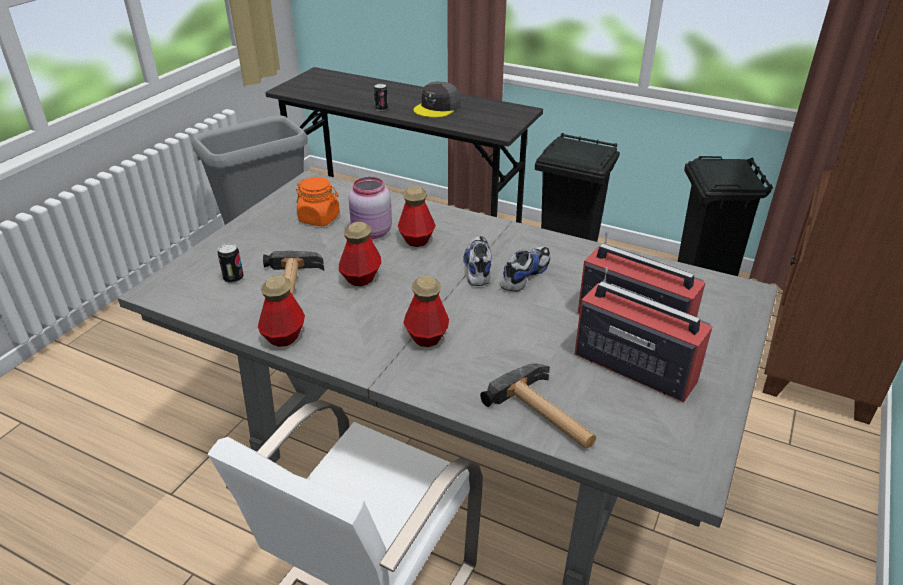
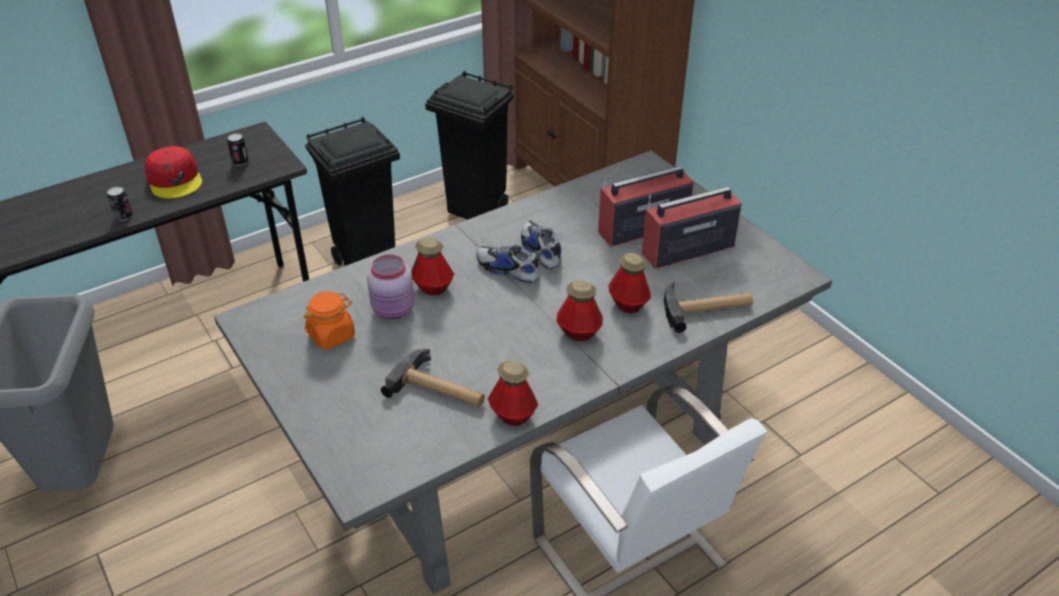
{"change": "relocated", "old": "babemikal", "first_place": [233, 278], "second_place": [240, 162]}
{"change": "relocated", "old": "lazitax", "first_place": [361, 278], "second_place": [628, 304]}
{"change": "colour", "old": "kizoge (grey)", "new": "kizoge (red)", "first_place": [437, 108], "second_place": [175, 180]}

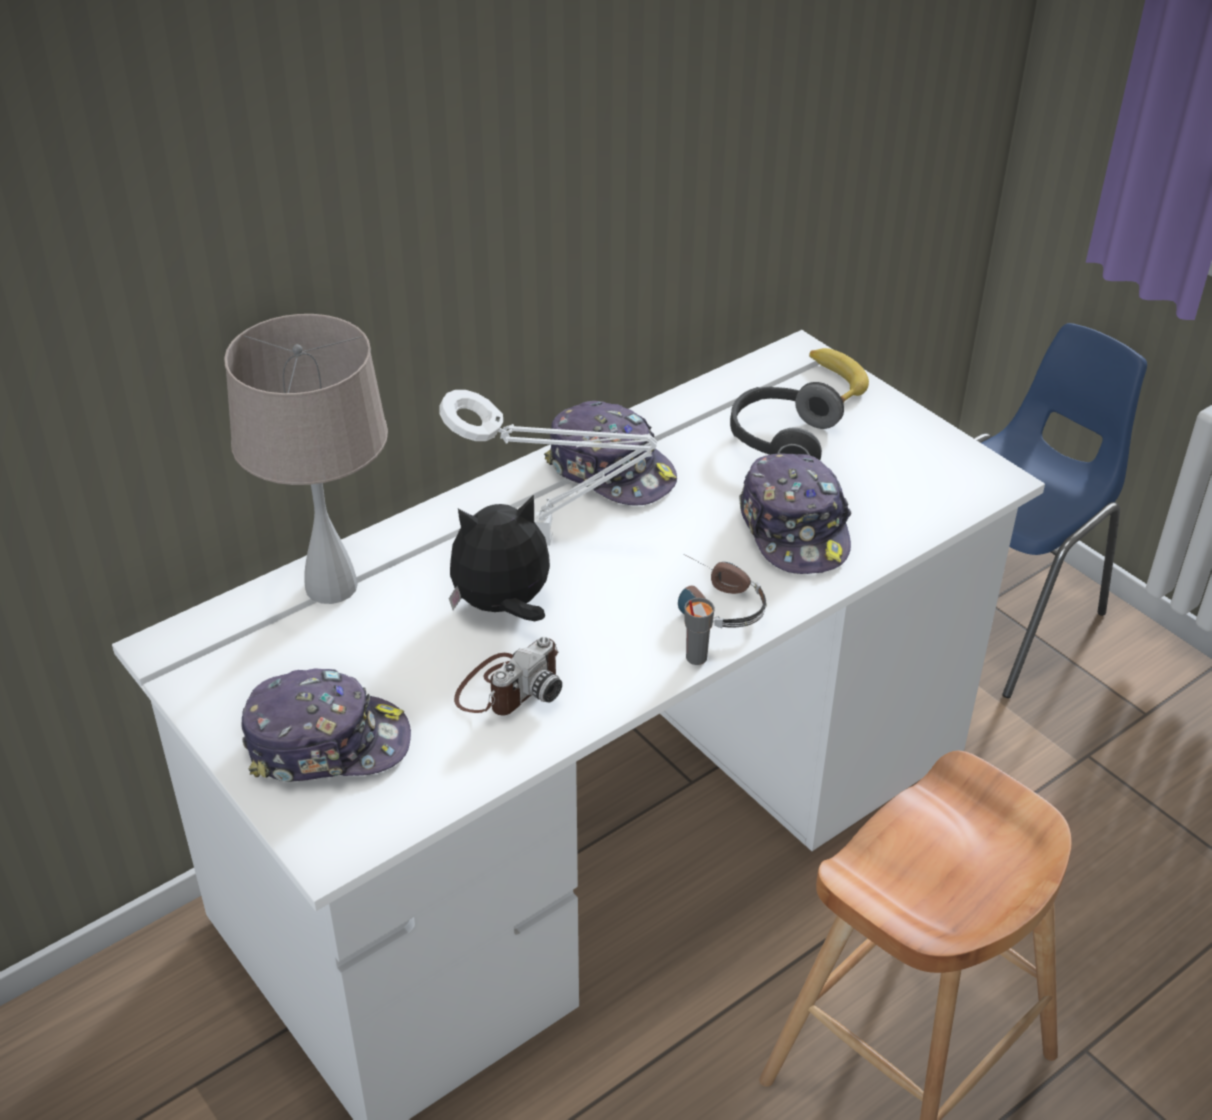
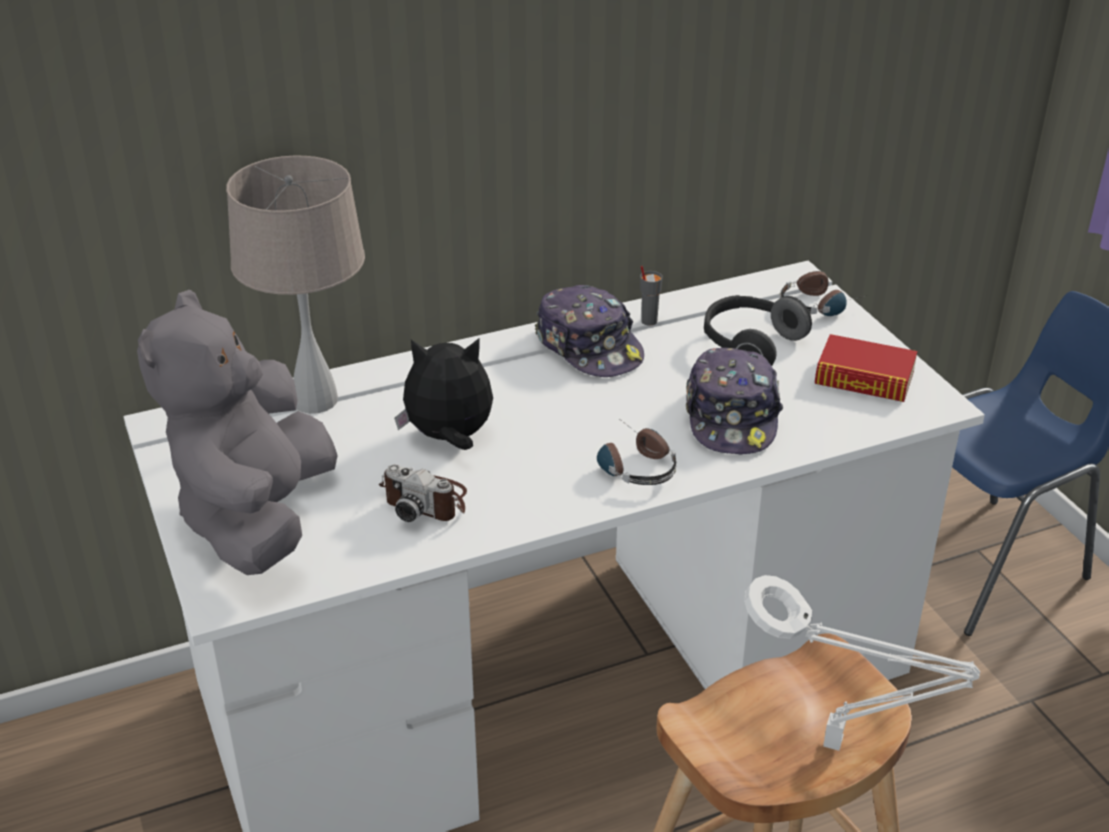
{"change": "appeared", "new": "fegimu", "second_place": [864, 378]}
{"change": "relocated", "old": "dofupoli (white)", "first_place": [550, 542], "second_place": [840, 745]}
{"change": "relocated", "old": "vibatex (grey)", "first_place": [695, 657], "second_place": [648, 321]}
{"change": "exchanged", "old": "kizoge", "new": "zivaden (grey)", "first_place": [327, 743], "second_place": [257, 518]}
{"change": "exchanged", "old": "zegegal", "new": "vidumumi", "first_place": [835, 380], "second_place": [821, 304]}
{"change": "spun", "old": "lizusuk", "first_place": [508, 687], "second_place": [426, 500], "degrees": 60}

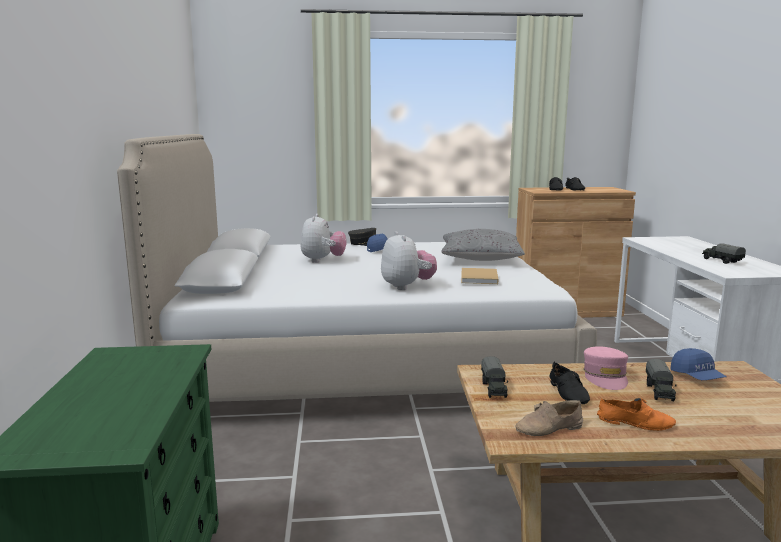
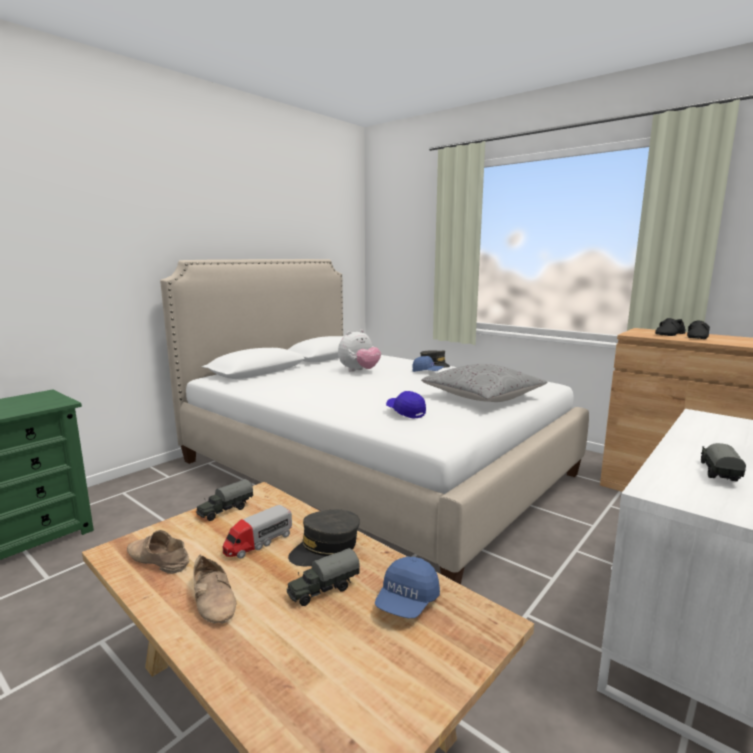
{"change": "missing", "old": "zivaden", "first_place": [407, 287]}
{"change": "exchanged", "old": "fegimu (beige)", "new": "kizoge (blue)", "first_place": [479, 278], "second_place": [405, 412]}
{"change": "exchanged", "old": "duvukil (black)", "new": "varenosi", "first_place": [569, 392], "second_place": [258, 543]}
{"change": "colour", "old": "kizoge (pink)", "new": "kizoge (grey)", "first_place": [605, 377], "second_place": [326, 548]}
{"change": "colour", "old": "duvukil (orange)", "new": "duvukil (beige)", "first_place": [635, 422], "second_place": [215, 598]}

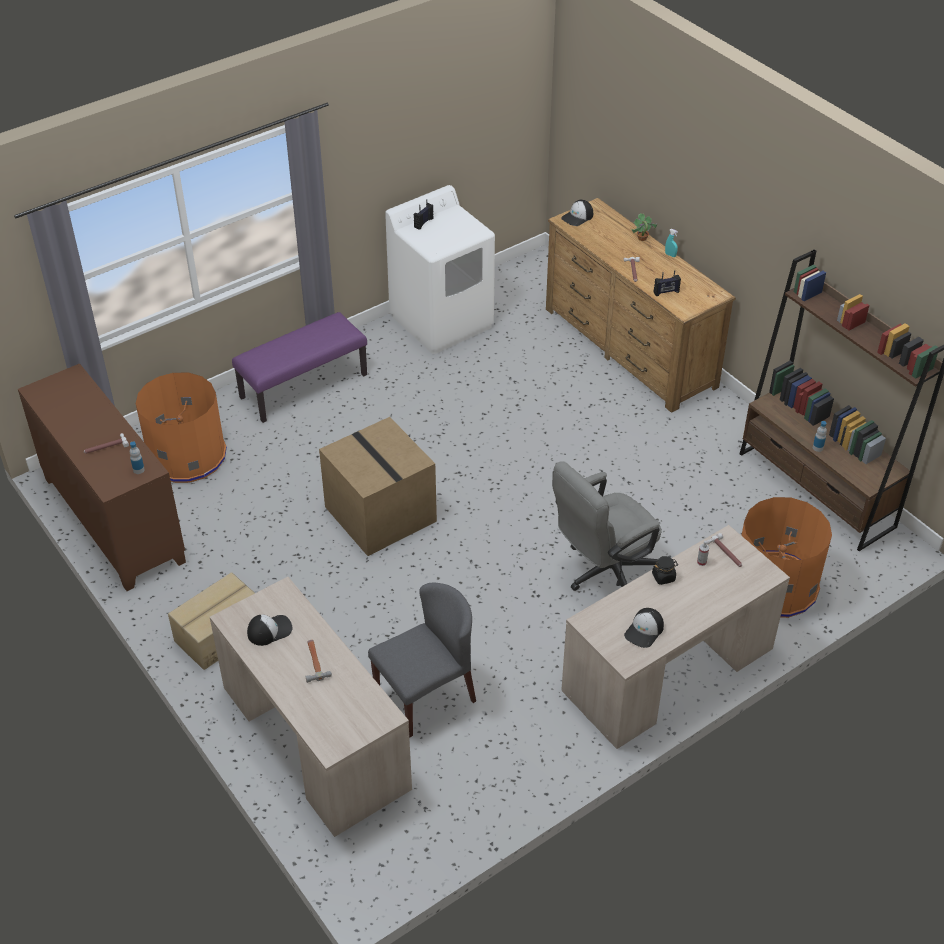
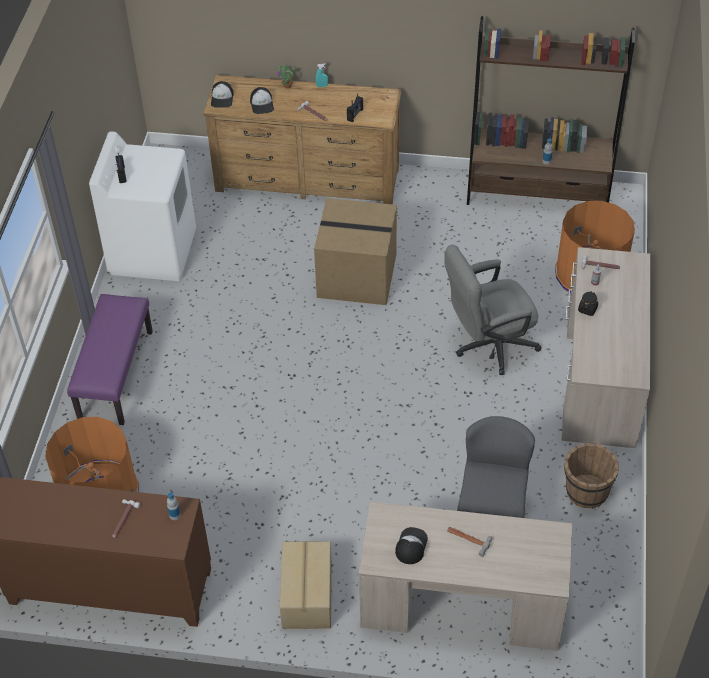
{"change": "appeared", "new": "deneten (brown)", "second_place": [586, 491]}
{"change": "relocated", "old": "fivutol", "first_place": [378, 514], "second_place": [355, 276]}
{"change": "relocated", "old": "kizoge", "first_place": [644, 631], "second_place": [262, 104]}
{"change": "spun", "old": "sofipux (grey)", "first_place": [603, 572], "second_place": [488, 345], "degrees": 60}

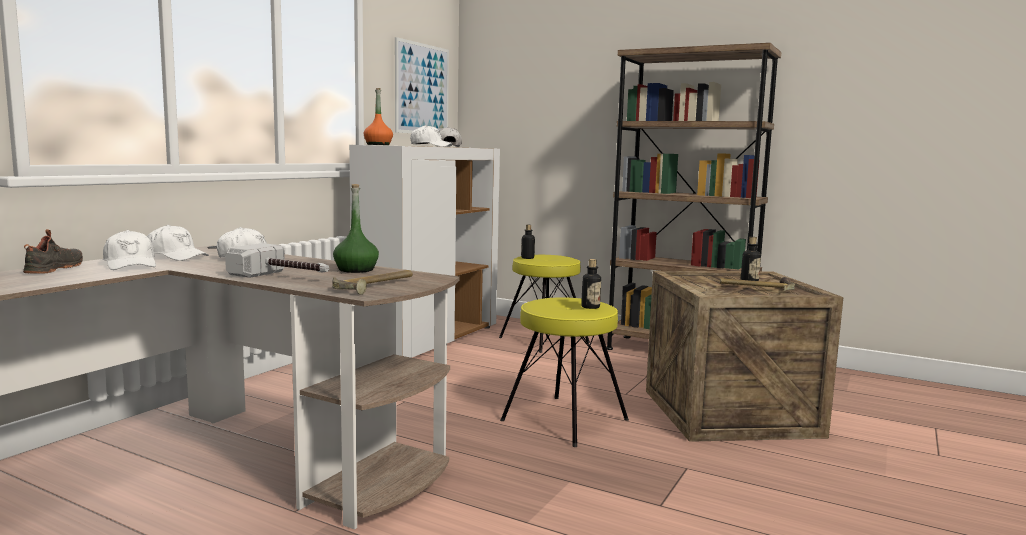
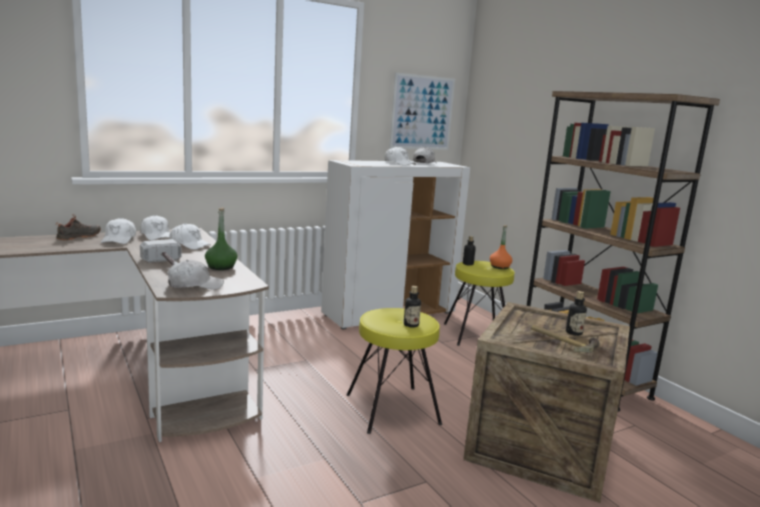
{"change": "relocated", "old": "lazitax (orange)", "first_place": [378, 144], "second_place": [499, 267]}
{"change": "exchanged", "old": "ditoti", "new": "kizoge (white)", "first_place": [377, 286], "second_place": [195, 285]}

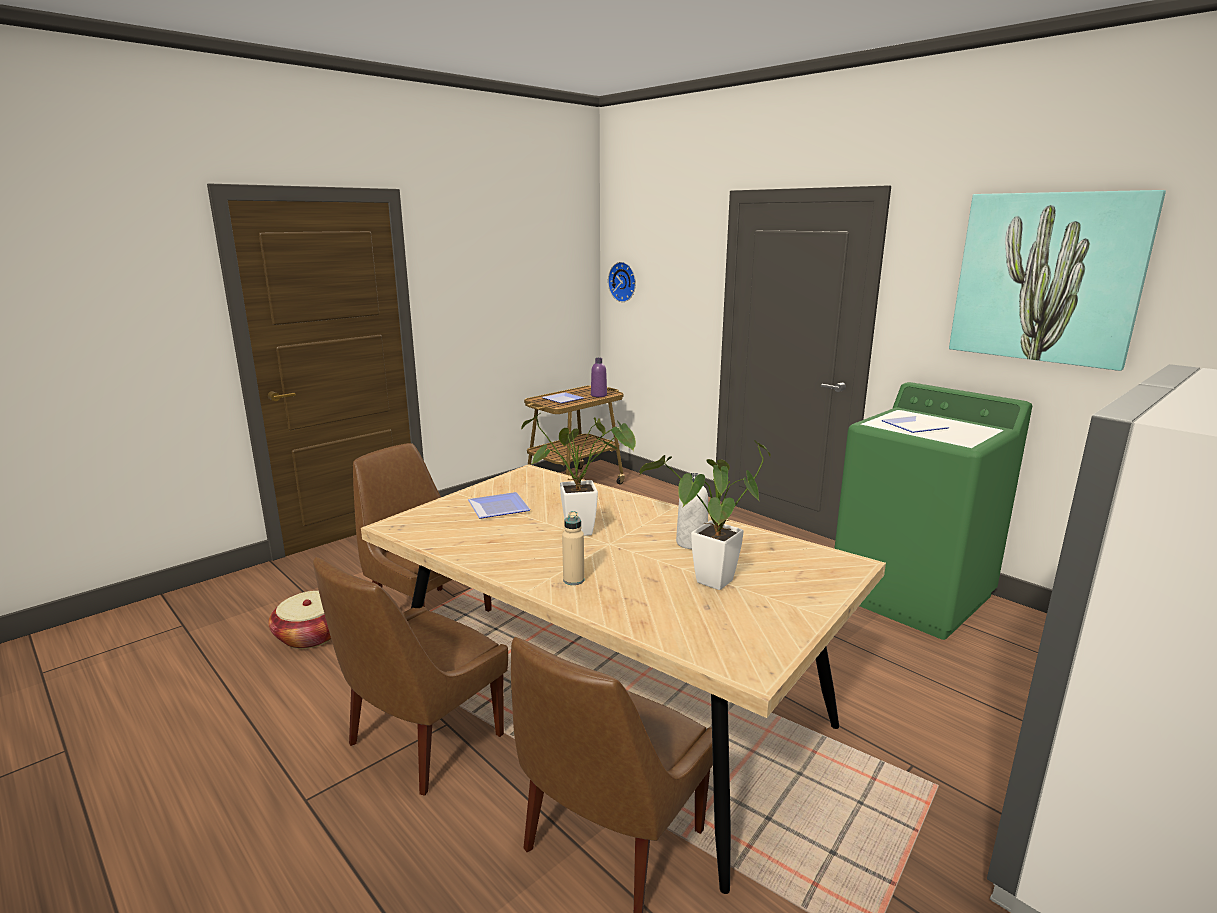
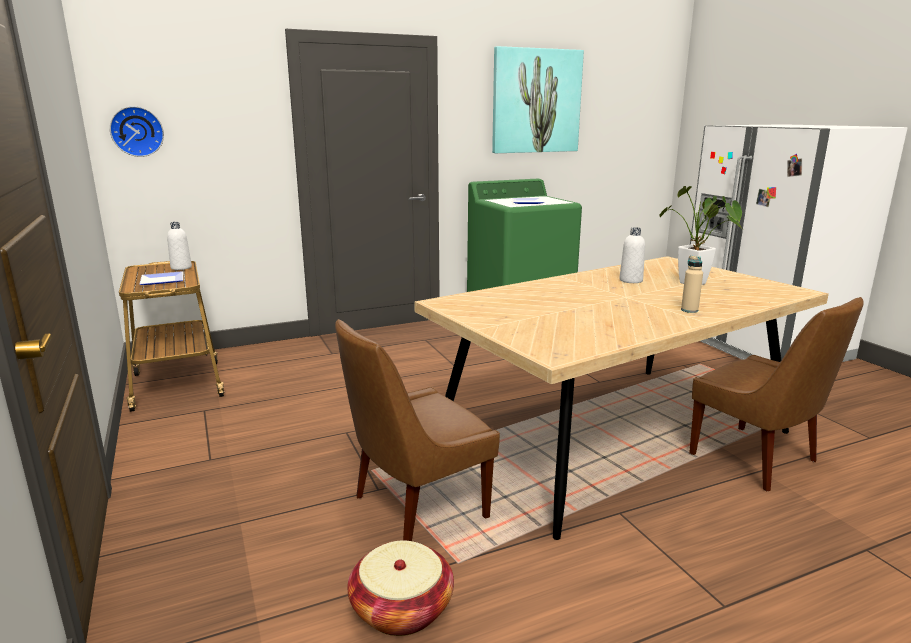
{"change": "missing", "old": "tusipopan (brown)", "first_place": [421, 742]}
{"change": "missing", "old": "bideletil", "first_place": [497, 509]}
{"change": "missing", "old": "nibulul", "first_place": [586, 531]}
{"change": "colour", "old": "lazitax (purple)", "new": "lazitax (white)", "first_place": [598, 395], "second_place": [181, 267]}

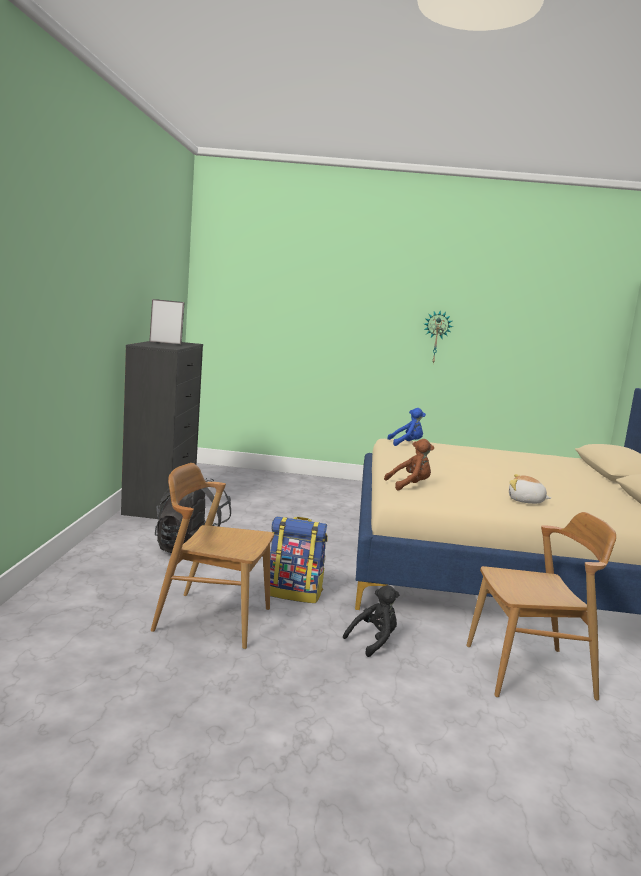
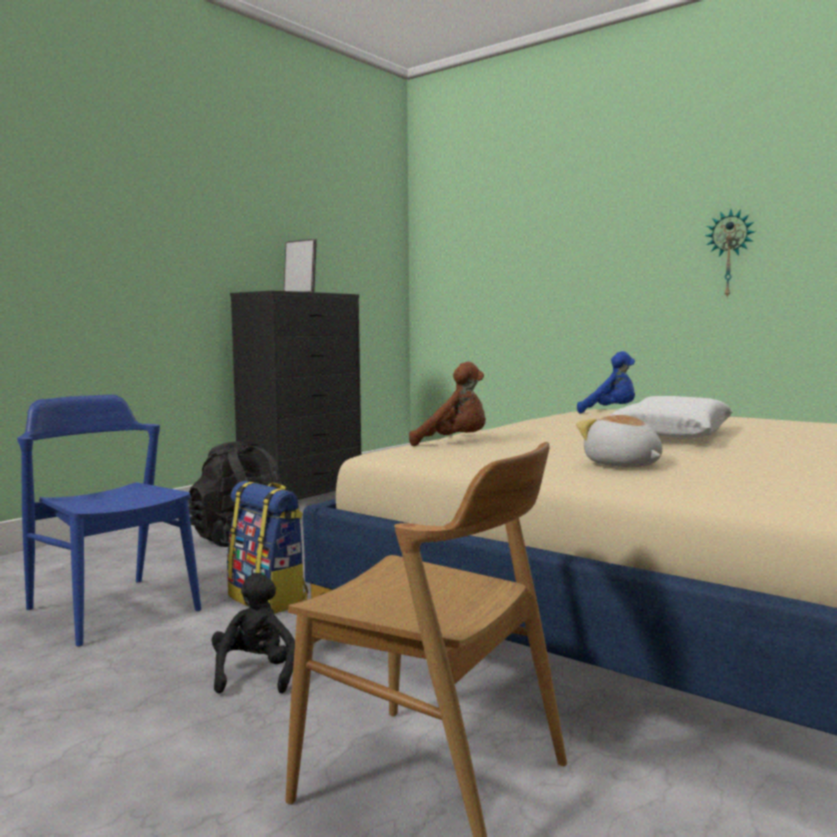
{"change": "appeared", "new": "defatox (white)", "second_place": [672, 434]}
{"change": "colour", "old": "tusipopan (brown)", "new": "tusipopan (blue)", "first_place": [212, 619], "second_place": [113, 610]}
{"change": "spun", "old": "zivaden (black)", "first_place": [373, 641], "second_place": [255, 674], "degrees": -90}

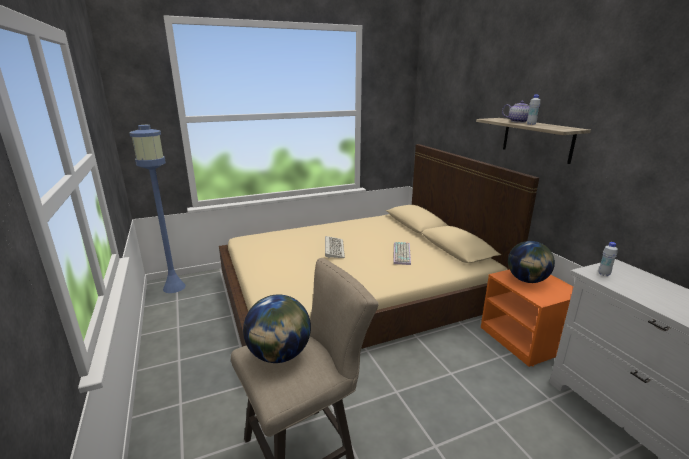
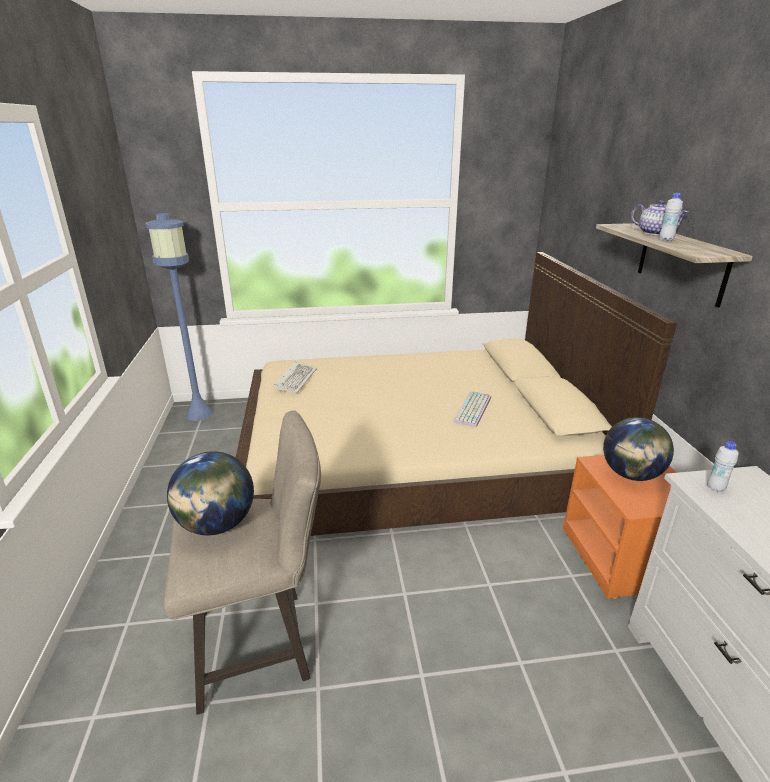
{"change": "relocated", "old": "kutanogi", "first_place": [333, 248], "second_place": [296, 379]}

